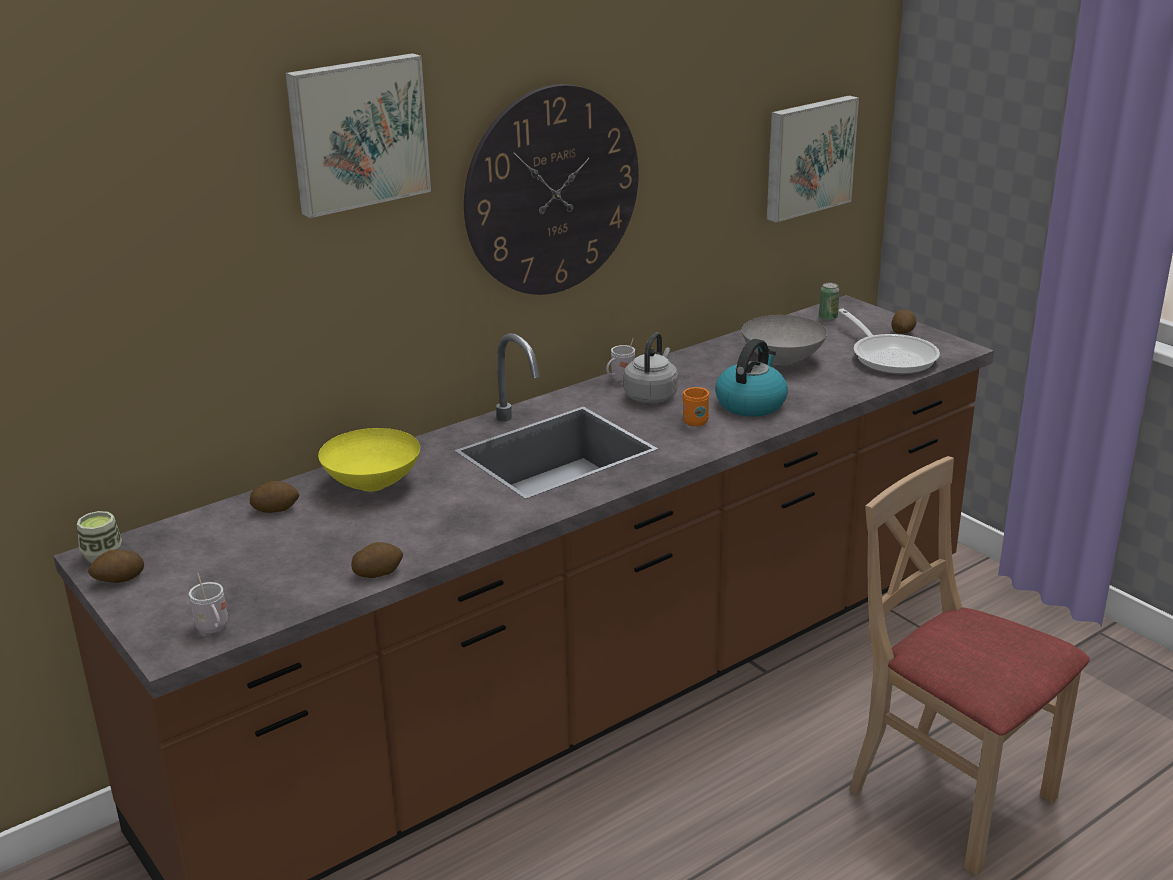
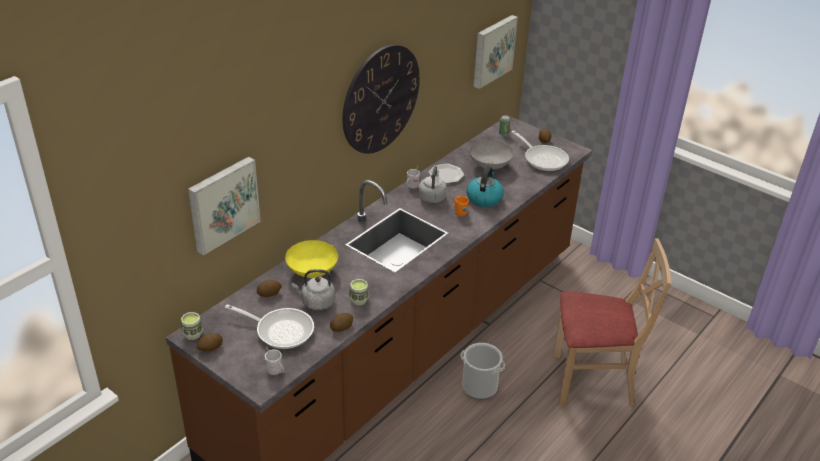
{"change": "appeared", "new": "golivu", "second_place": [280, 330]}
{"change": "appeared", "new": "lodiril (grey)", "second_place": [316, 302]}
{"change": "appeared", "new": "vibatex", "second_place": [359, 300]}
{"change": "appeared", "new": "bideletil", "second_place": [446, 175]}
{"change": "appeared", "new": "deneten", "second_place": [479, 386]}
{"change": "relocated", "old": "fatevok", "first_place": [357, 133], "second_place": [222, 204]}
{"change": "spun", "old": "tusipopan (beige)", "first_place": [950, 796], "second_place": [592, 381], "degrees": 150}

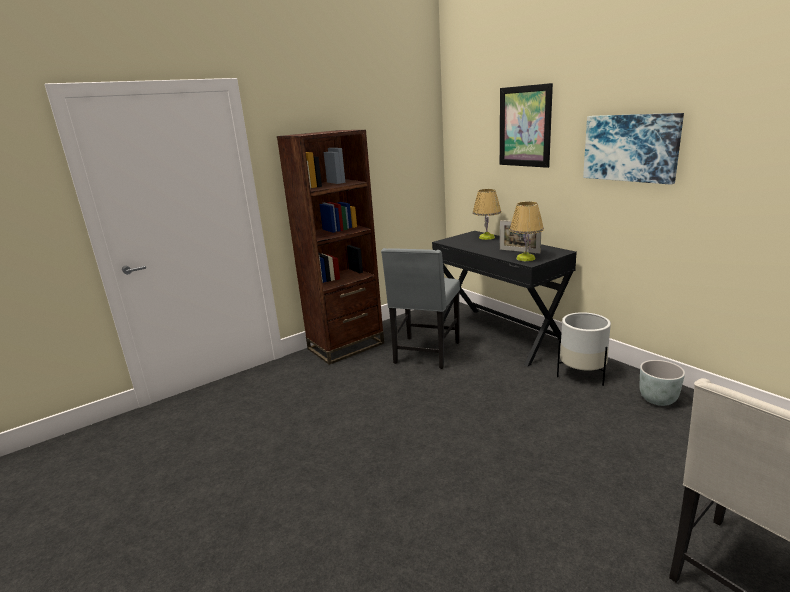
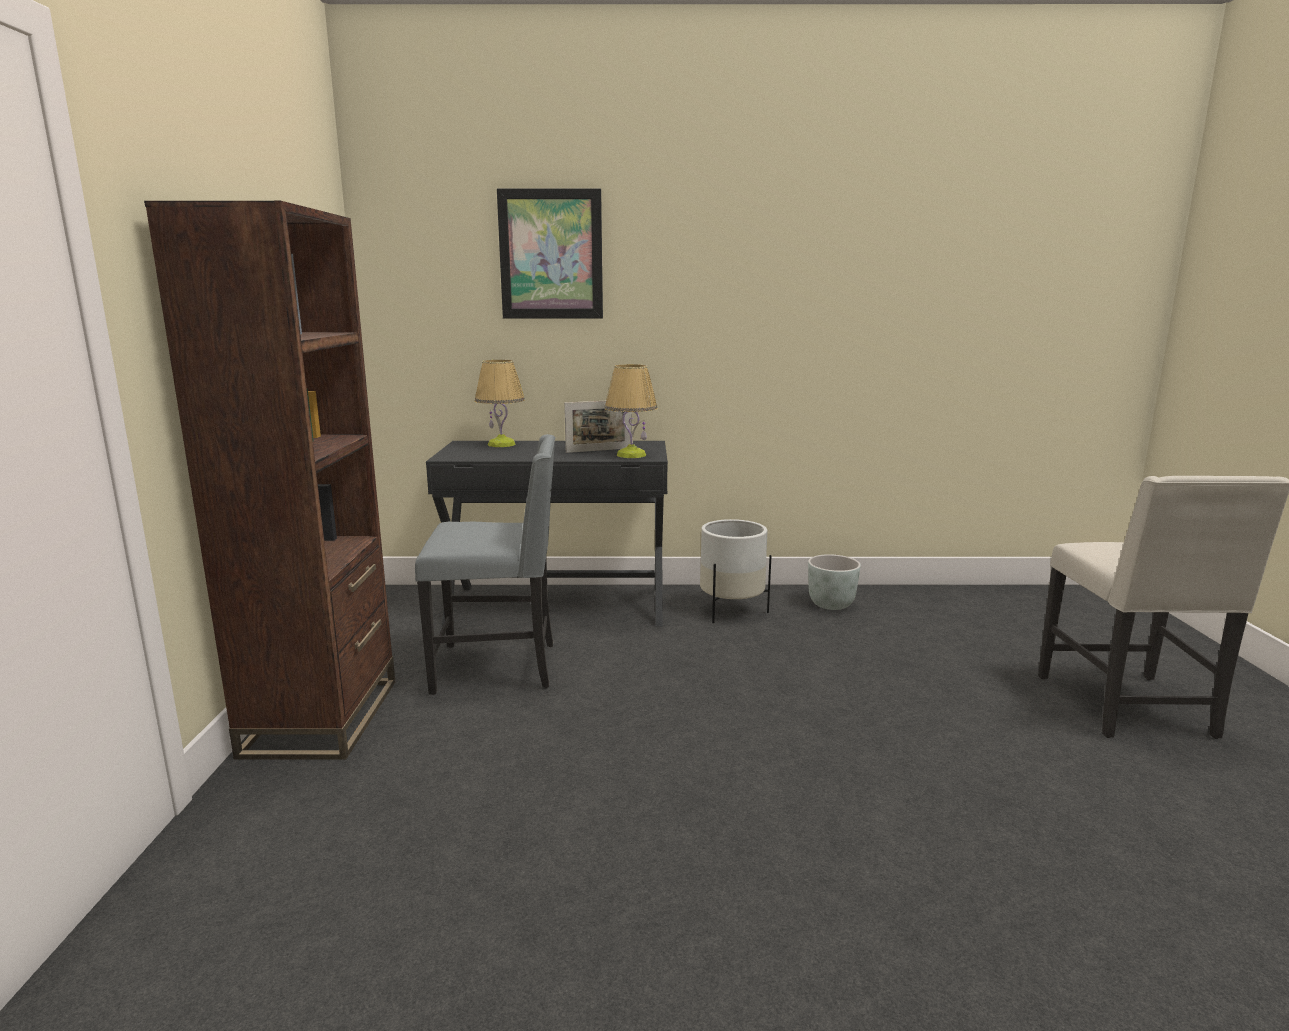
{"change": "missing", "old": "fatevok", "first_place": [630, 148]}
{"change": "spun", "old": "tusipopan (grey)", "first_place": [425, 353], "second_place": [499, 667], "degrees": -60}

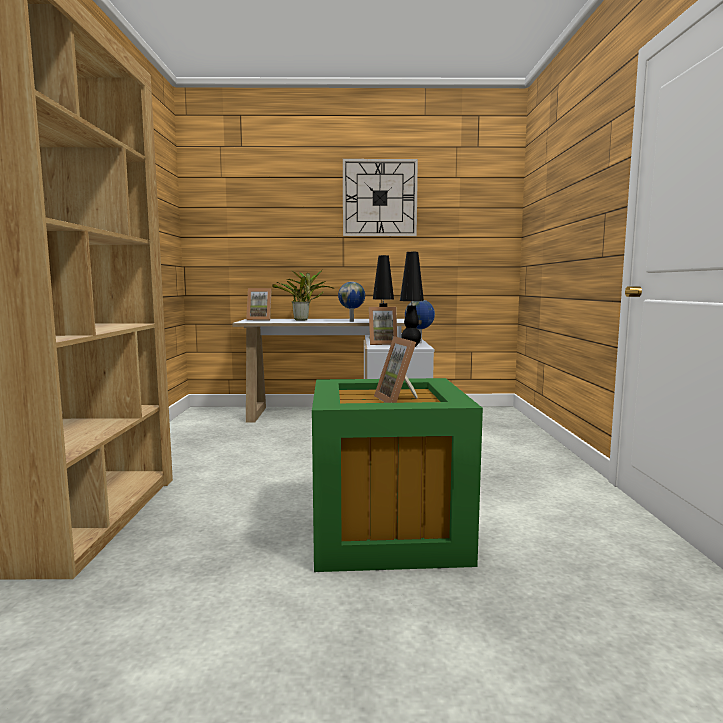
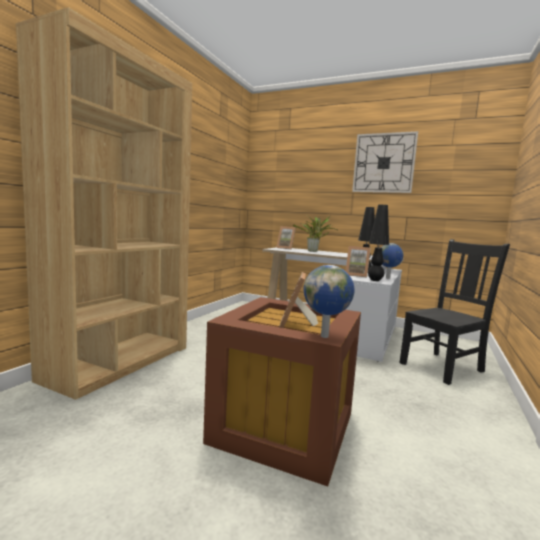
{"change": "appeared", "new": "tusipopan (black)", "second_place": [443, 367]}
{"change": "relocated", "old": "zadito", "first_place": [352, 321], "second_place": [325, 336]}
{"change": "colour", "old": "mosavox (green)", "new": "mosavox (brown)", "first_place": [390, 532], "second_place": [285, 429]}

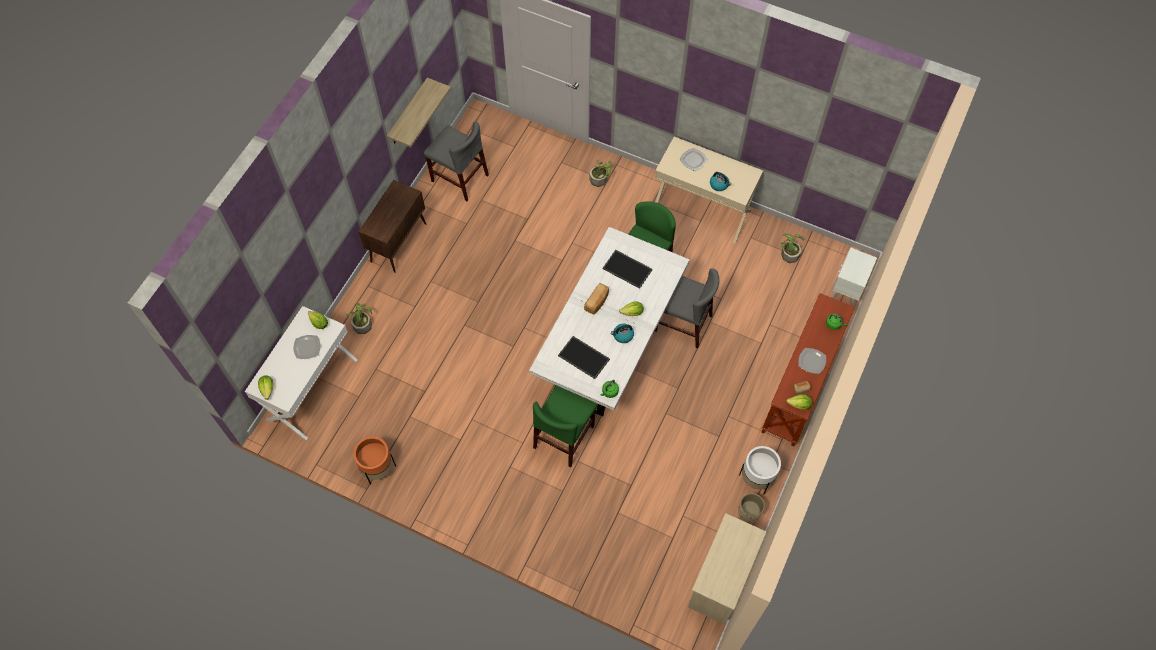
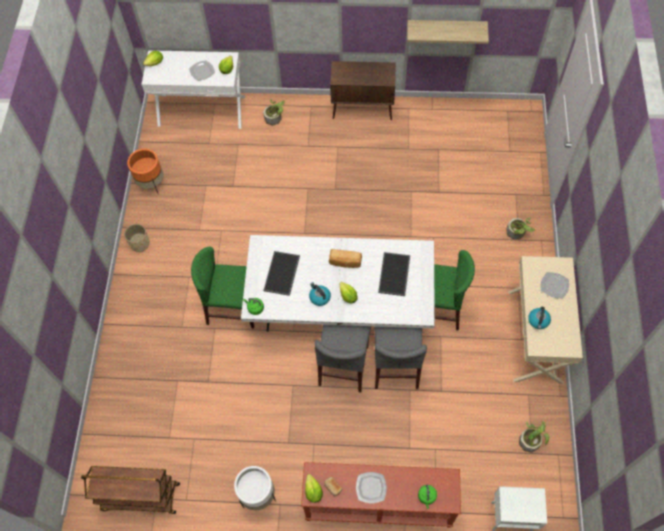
{"change": "relocated", "old": "tusipopan (grey)", "first_place": [459, 178], "second_place": [343, 365]}
{"change": "relocated", "old": "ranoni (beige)", "first_place": [748, 512], "second_place": [140, 243]}
{"change": "exchanged", "old": "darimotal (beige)", "new": "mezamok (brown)", "first_place": [720, 581], "second_place": [140, 497]}

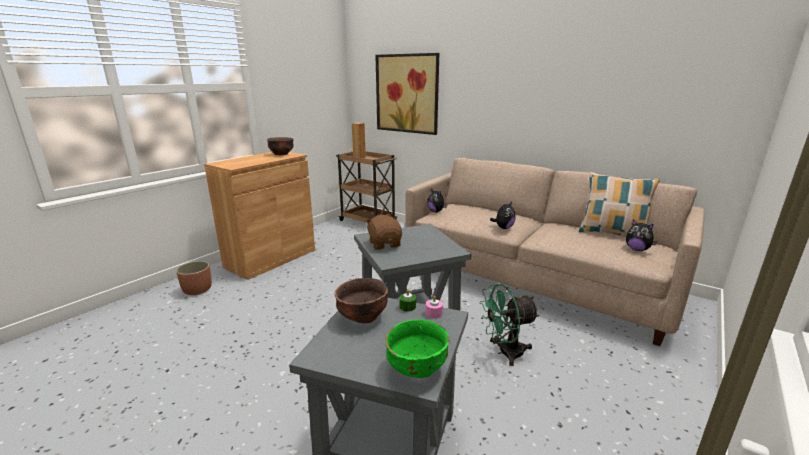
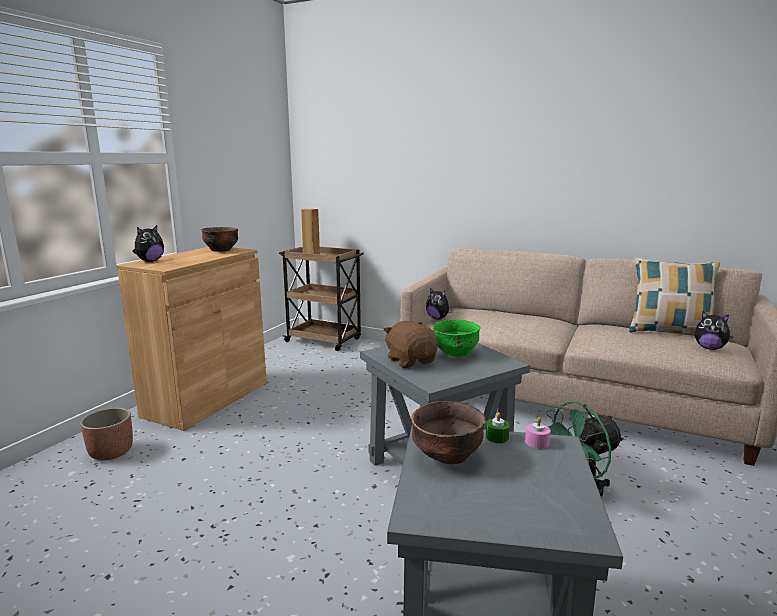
{"change": "missing", "old": "fatevok", "first_place": [407, 94]}
{"change": "relocated", "old": "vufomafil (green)", "first_place": [417, 369], "second_place": [456, 353]}
{"change": "relocated", "old": "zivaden", "first_place": [503, 228], "second_place": [150, 261]}

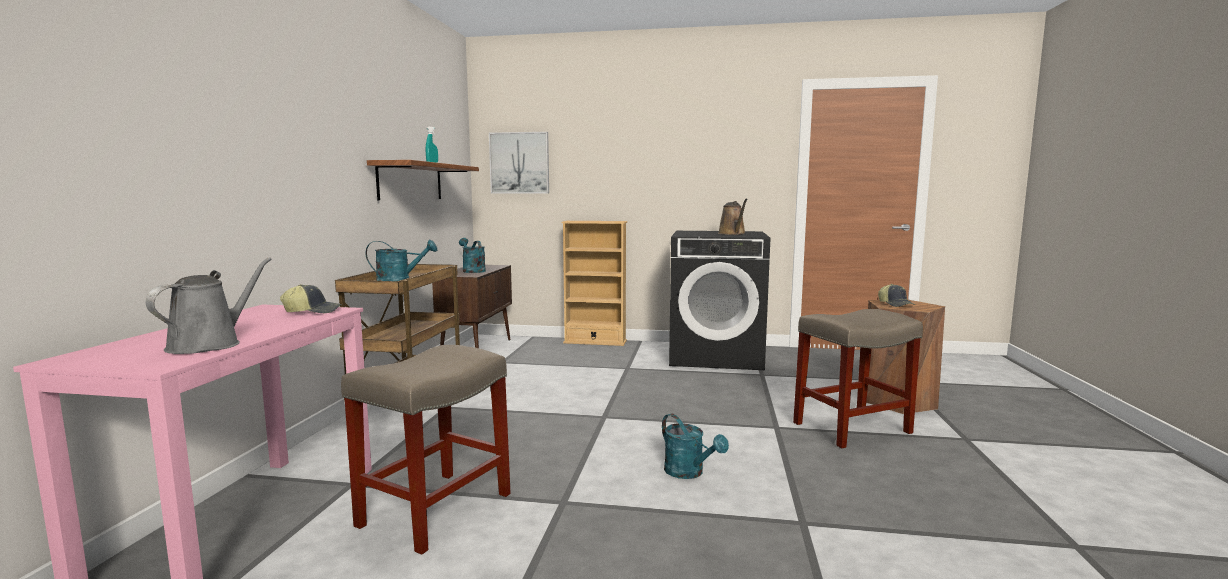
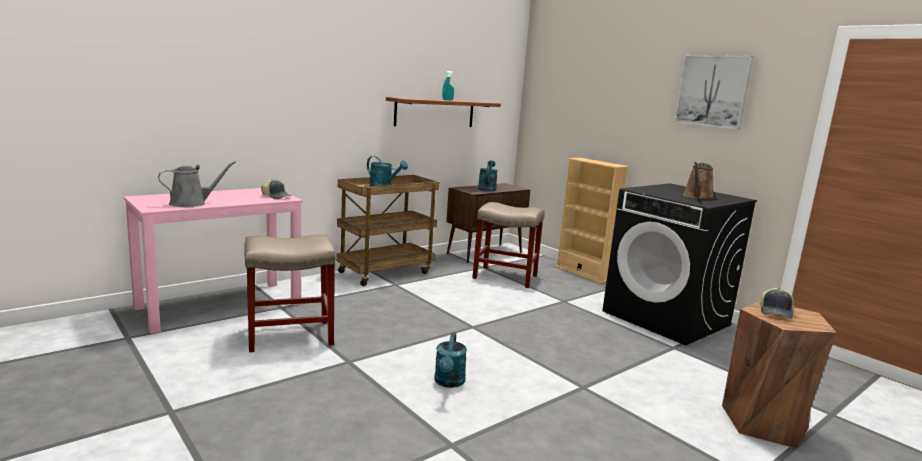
{"change": "relocated", "old": "fatevok", "first_place": [519, 163], "second_place": [713, 91]}
{"change": "relocated", "old": "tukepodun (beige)", "first_place": [852, 427], "second_place": [506, 277]}

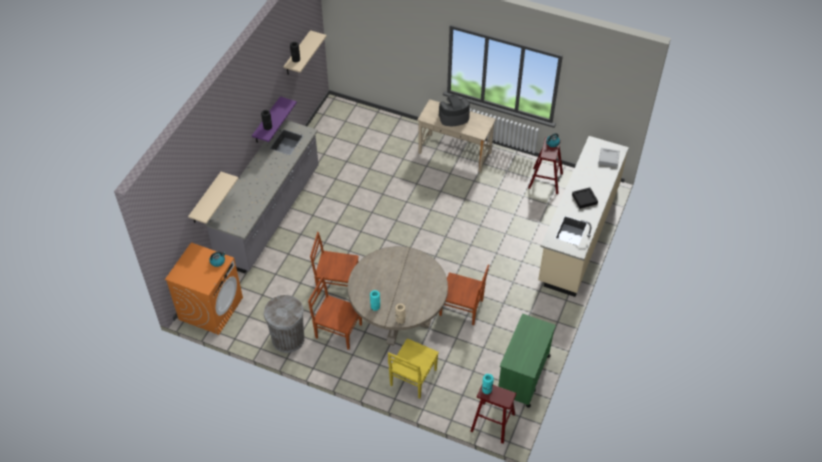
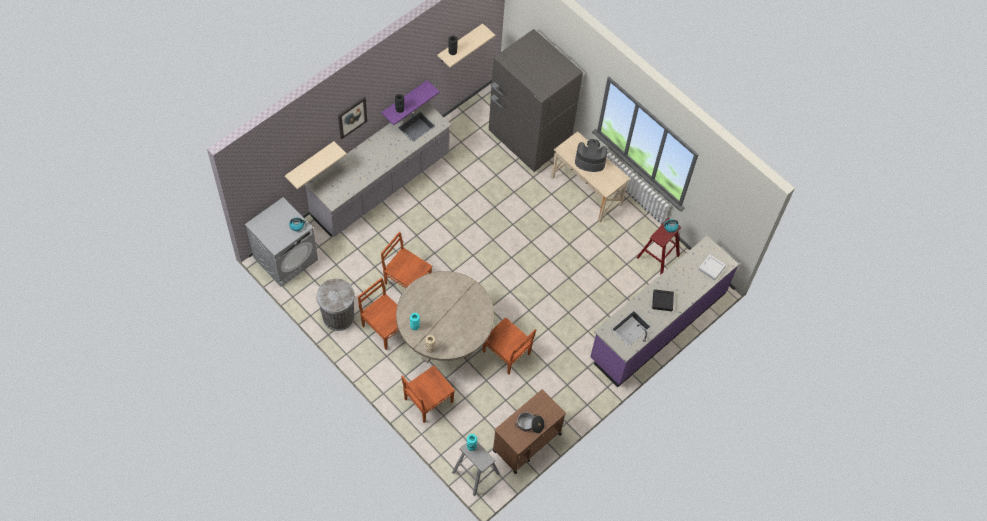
{"change": "appeared", "new": "fatevok", "second_place": [352, 117]}
{"change": "appeared", "new": "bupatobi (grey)", "second_place": [529, 139]}
{"change": "appeared", "new": "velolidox", "second_place": [529, 425]}
{"change": "colour", "old": "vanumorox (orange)", "new": "vanumorox (grey)", "first_place": [211, 308], "second_place": [286, 258]}
{"change": "colour", "old": "tusipopan (yellow)", "new": "tusipopan (brown)", "first_place": [412, 378], "second_place": [427, 401]}
{"change": "colour", "old": "tukepodun (red)", "new": "tukepodun (grey)", "first_place": [492, 422], "second_place": [475, 473]}
{"change": "colour", "old": "mezamok (green)", "new": "mezamok (brown)", "first_place": [523, 376], "second_place": [526, 442]}
{"change": "colour", "old": "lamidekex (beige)", "new": "lamidekex (purple)", "first_place": [578, 234], "second_place": [657, 325]}

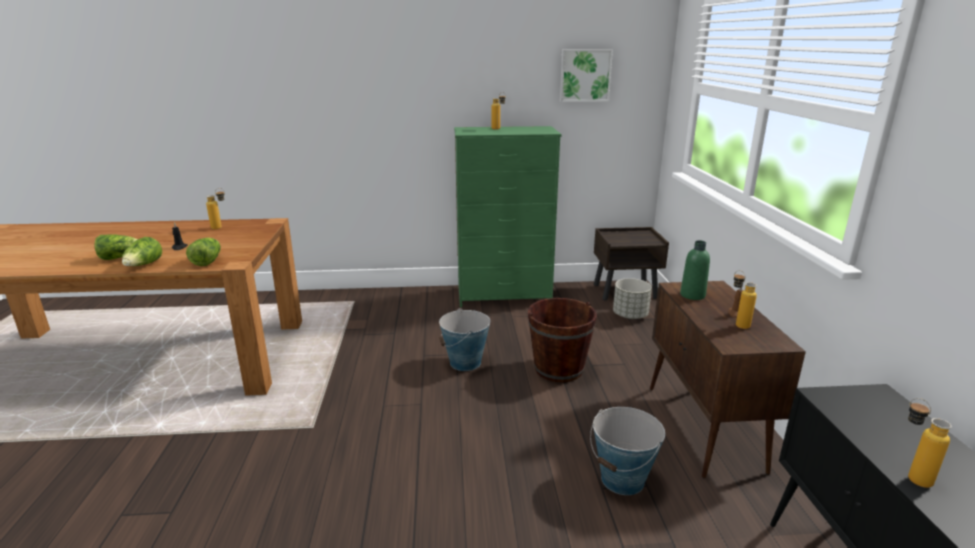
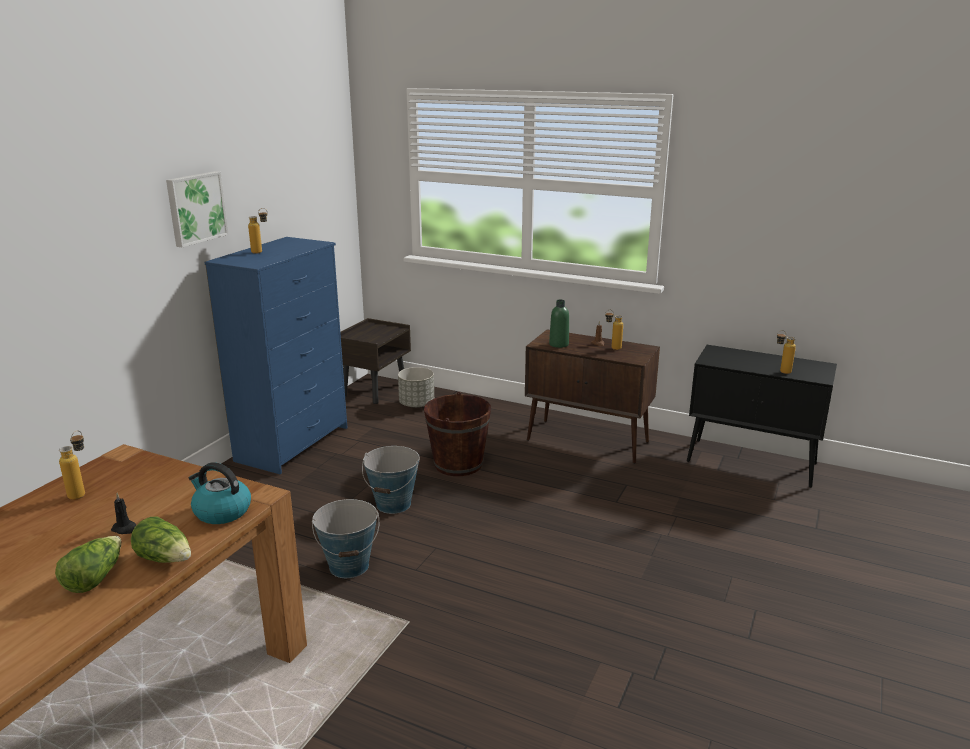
{"change": "relocated", "old": "fatevok", "first_place": [585, 75], "second_place": [195, 208]}
{"change": "relocated", "old": "deneten", "first_place": [623, 480], "second_place": [349, 566]}
{"change": "exchanged", "old": "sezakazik", "new": "lodiril", "first_place": [207, 261], "second_place": [221, 512]}
{"change": "colour", "old": "darimotal (green)", "new": "darimotal (blue)", "first_place": [504, 296], "second_place": [294, 444]}

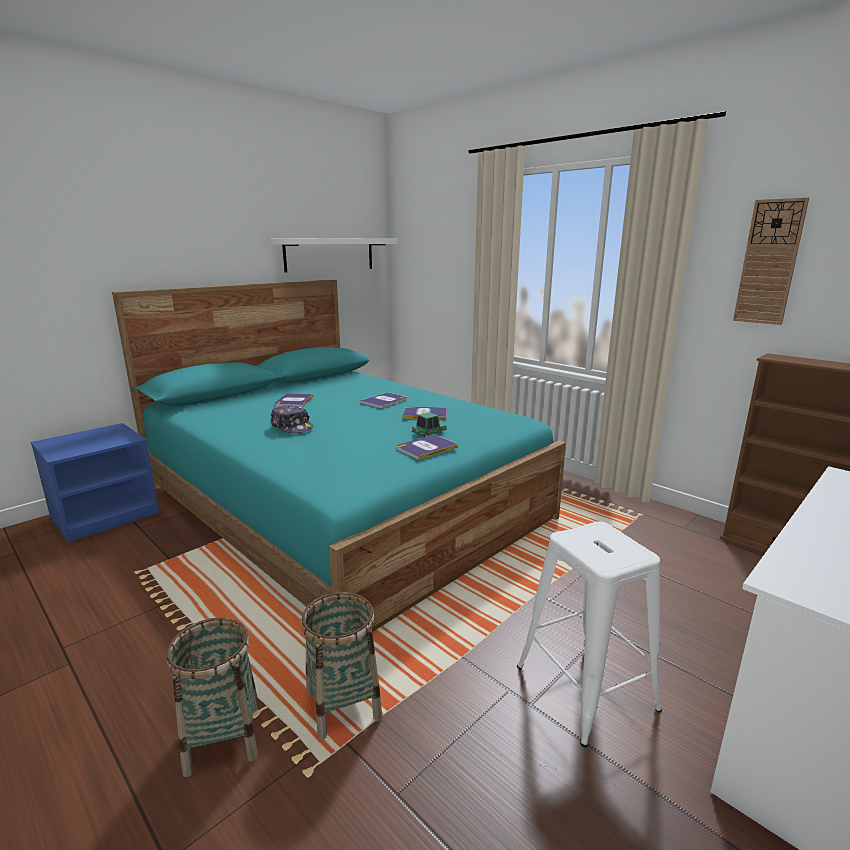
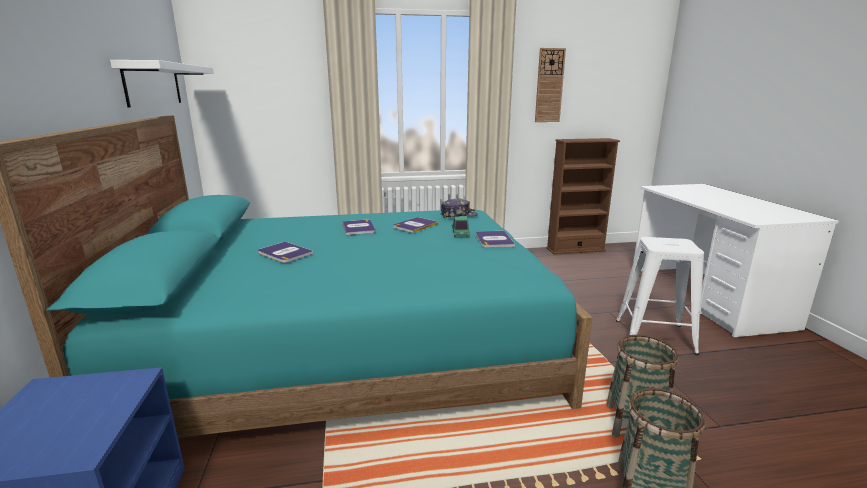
{"change": "relocated", "old": "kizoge", "first_place": [292, 427], "second_place": [458, 215]}

